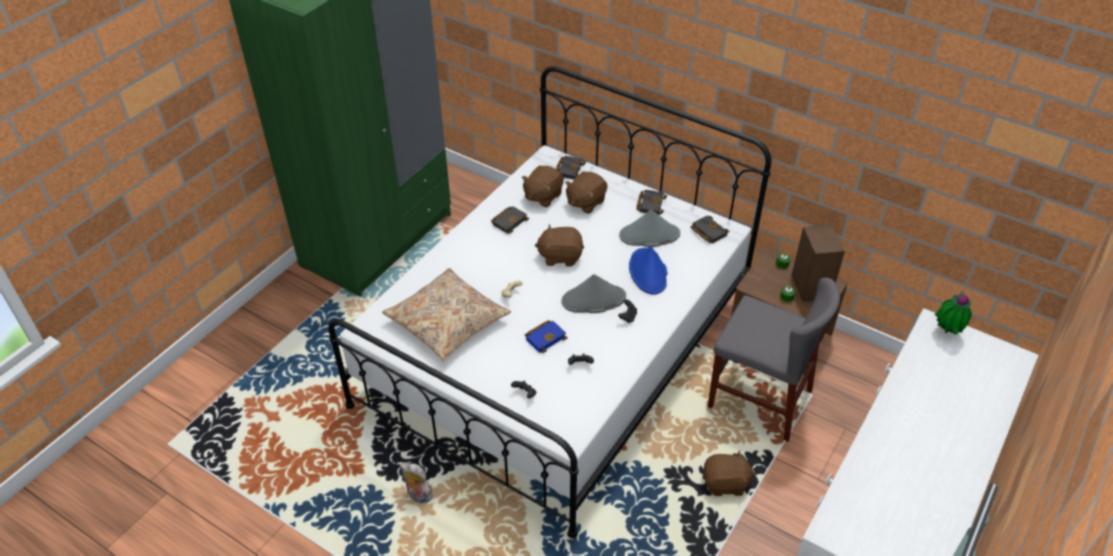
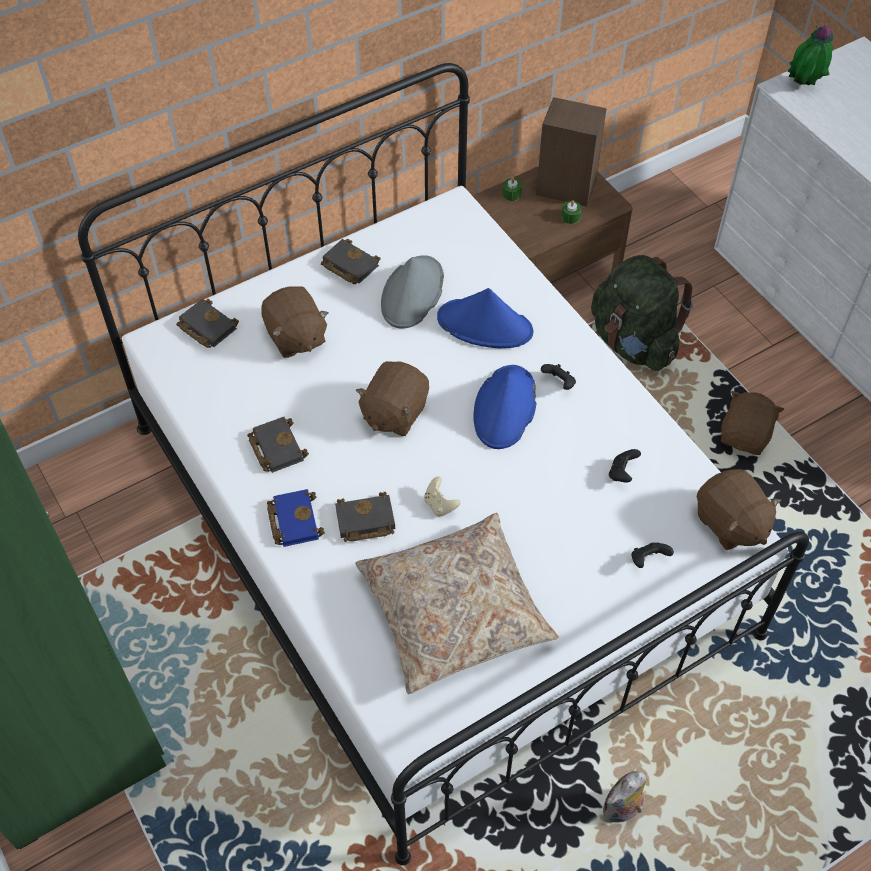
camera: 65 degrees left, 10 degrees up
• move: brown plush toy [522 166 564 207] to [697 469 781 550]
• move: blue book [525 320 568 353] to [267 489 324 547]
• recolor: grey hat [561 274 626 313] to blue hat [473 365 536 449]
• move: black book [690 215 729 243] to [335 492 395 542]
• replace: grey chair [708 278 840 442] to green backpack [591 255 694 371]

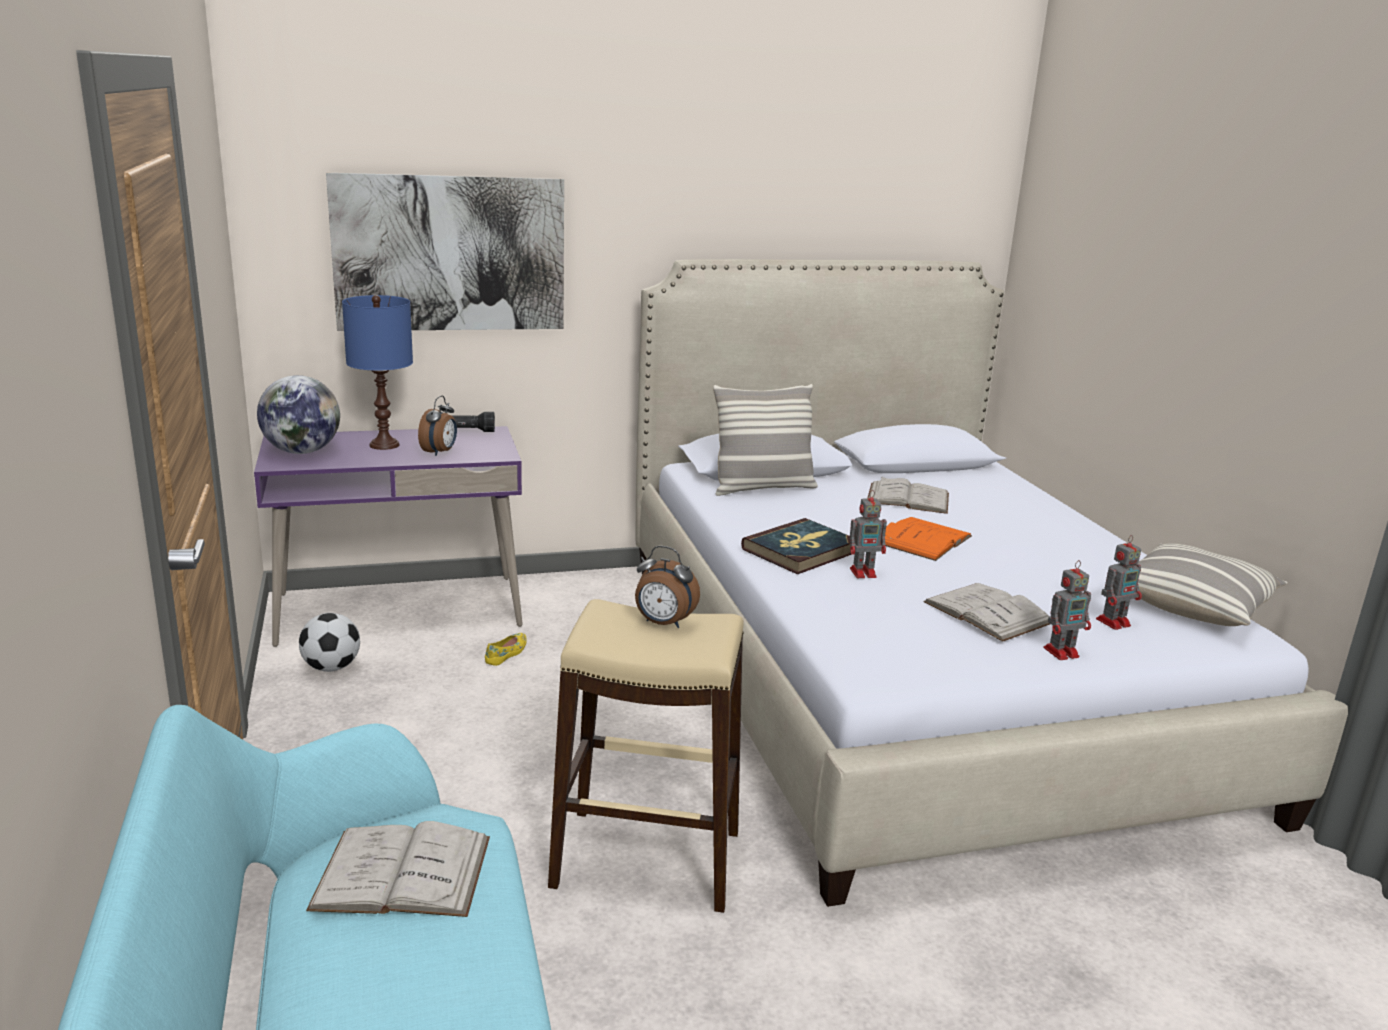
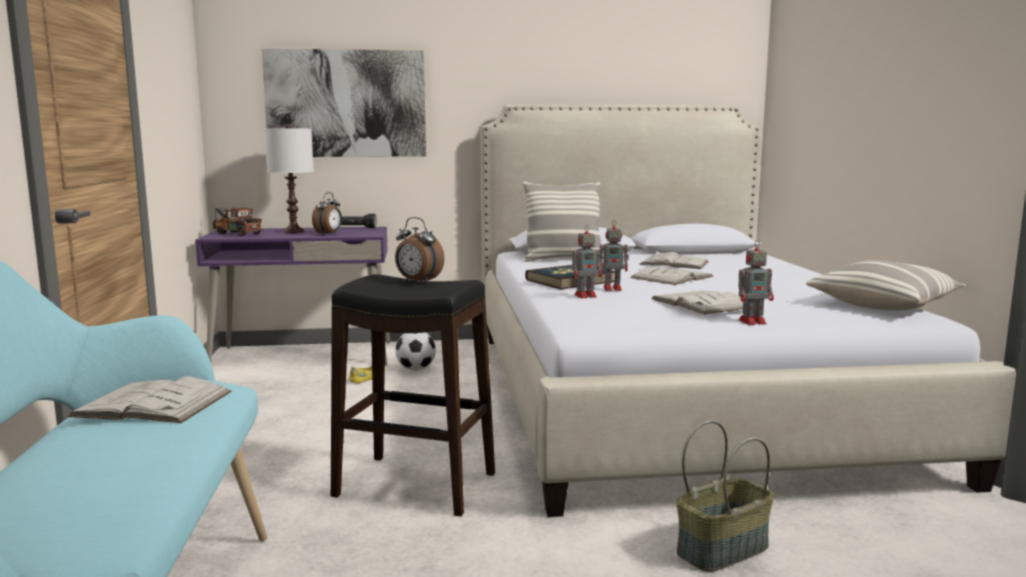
camera: 10 degrees right, 10 degrees down
• replace: globe [257 375 340 454] to toy truck [213 207 262 236]
• move: football [299 613 360 672] to [395 332 436 370]
• recolor: blue table lamp [342 295 413 450] to white table lamp [264 124 314 233]
• recolor: beige stool [548 599 744 913] to black stool [331 274 495 516]
• recolor: orange book [880 517 972 561] to white book [630 266 714 285]
• move: toy robot [1096 535 1142 630] to [572 225 602 298]
• insert: basket [676 420 774 572]

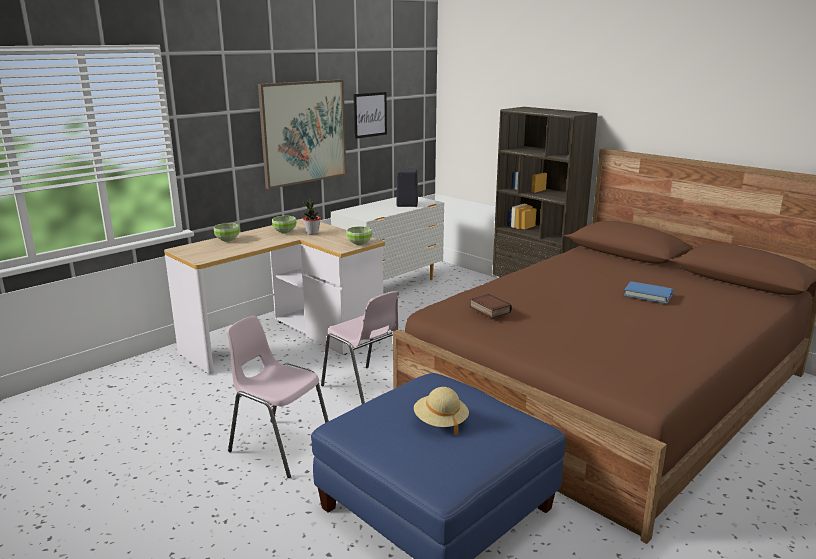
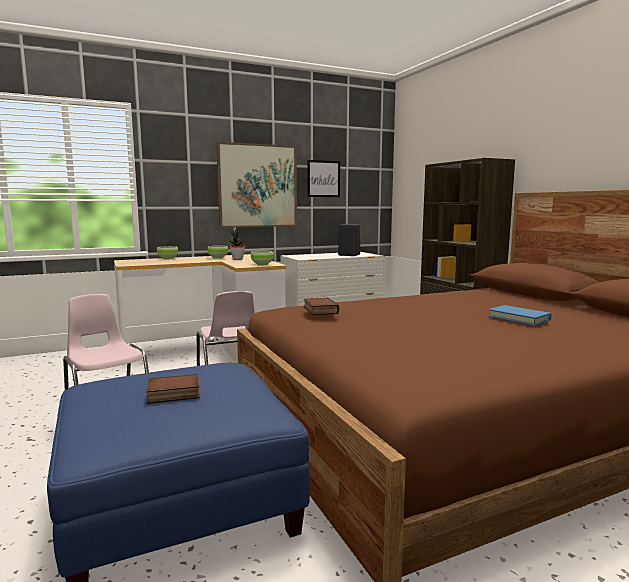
camera: 20 degrees right, 10 degrees down
• replace: beige hat [414 387 469 436] to book [146 374 200 404]

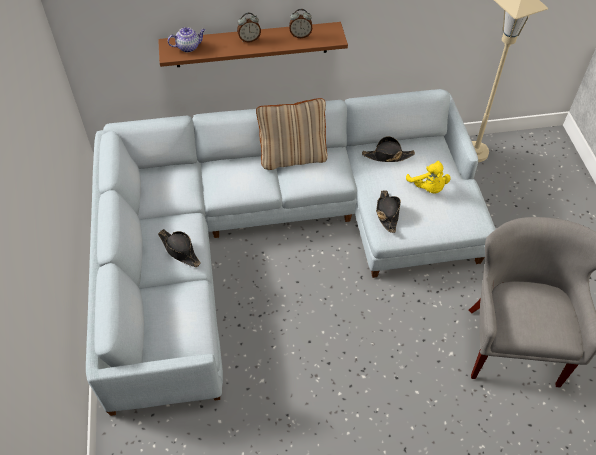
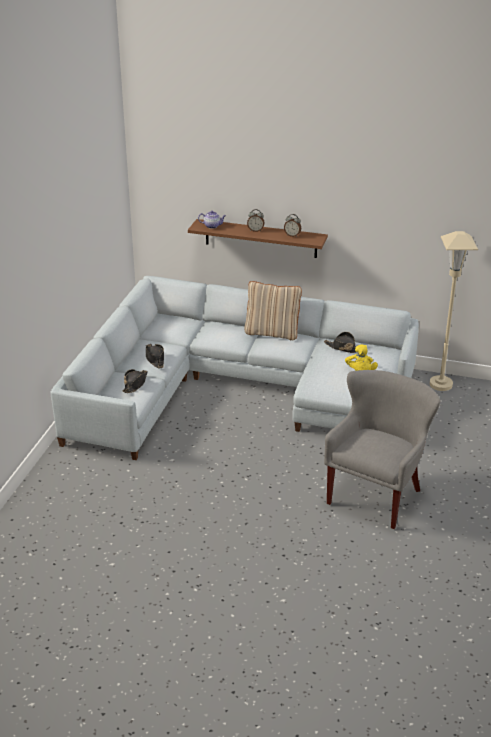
camera: 25 degrees right, 20 degrees down
• move: black hat [376 190 401 233] to [122 369 148 393]

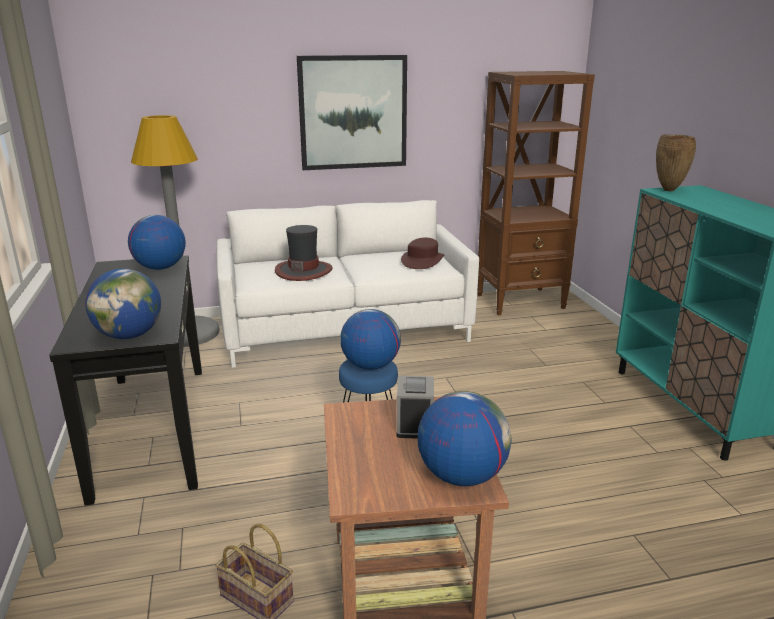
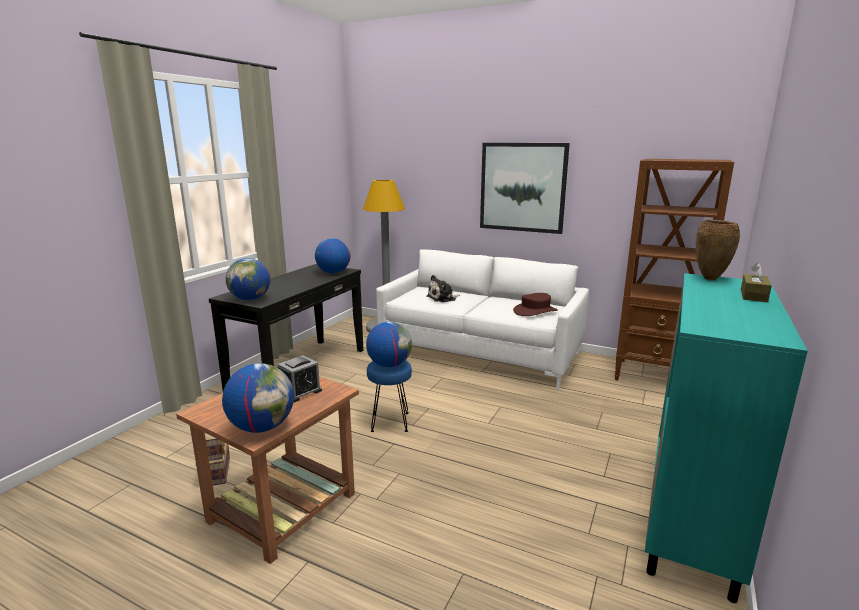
camera: 40 degrees right, 5 degrees down
• replace: hat [275 225 333 281] to plush toy [427 275 460 303]
• insert: brown tissue box [741 263 772 303]

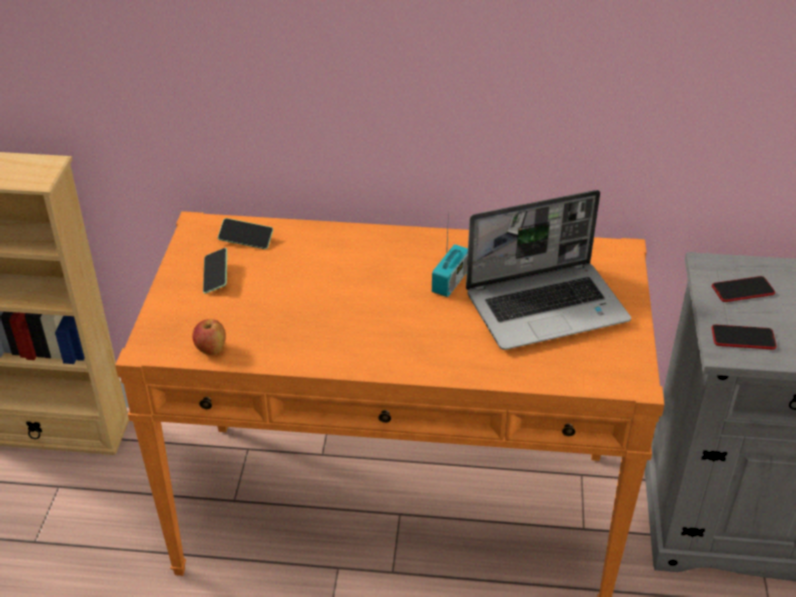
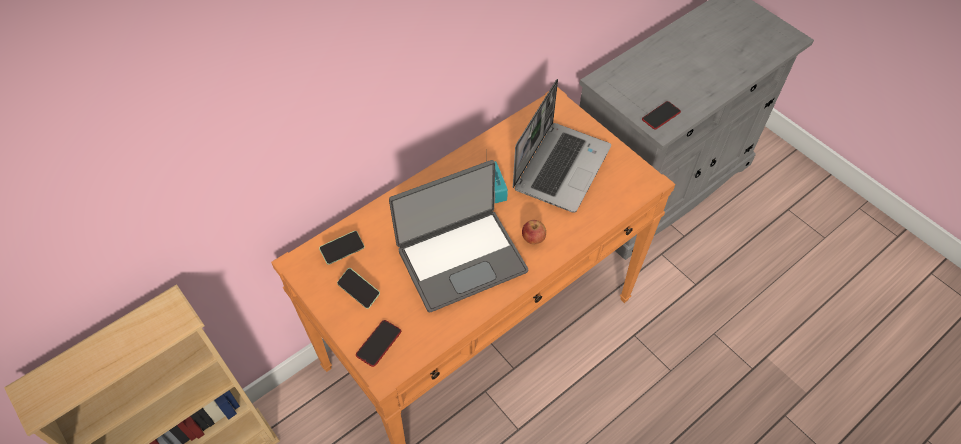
camera: 45 degrees left, 15 degrees up
• move: apple [192 319 226 355] to [522 220 546 244]
• move: phone [712 276 775 302] to [356 320 401 367]
• insert: laptop [389 160 528 312]

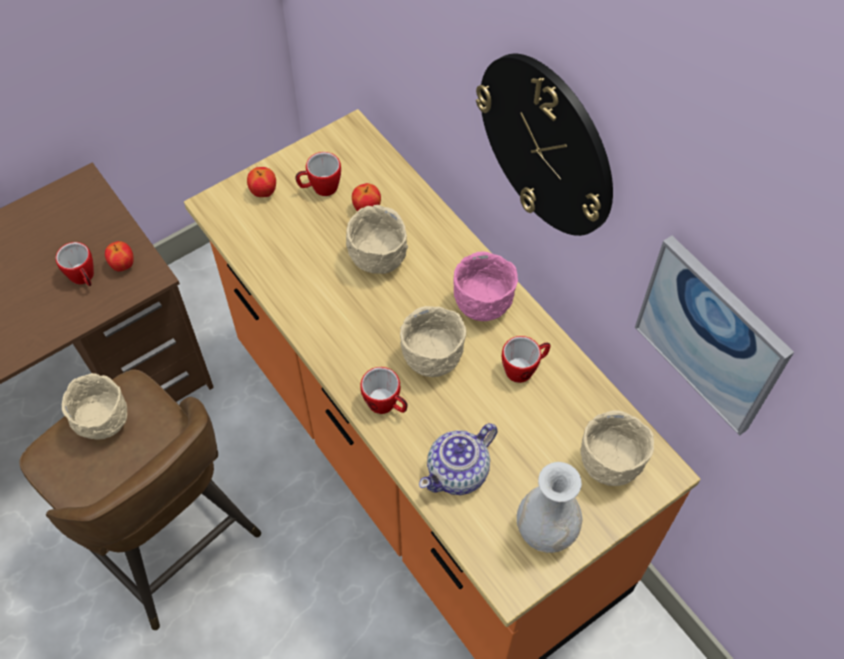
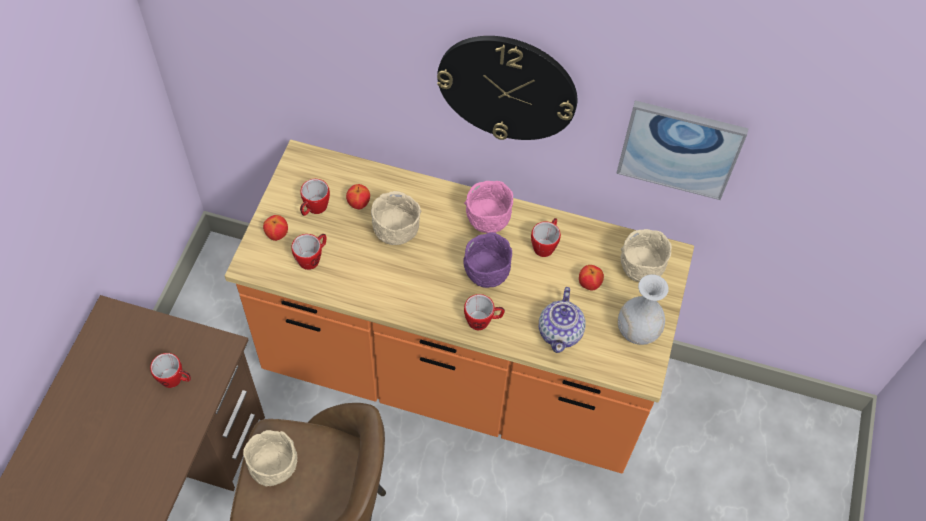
camera: 40 degrees left, 0 degrees up
• move: apple [105 241 134 271] to [579 265 604 291]
• recolor: beige bowl [400 306 466 377] to purple bowl [463 232 512 288]
• insert: mug [292 234 326 270]

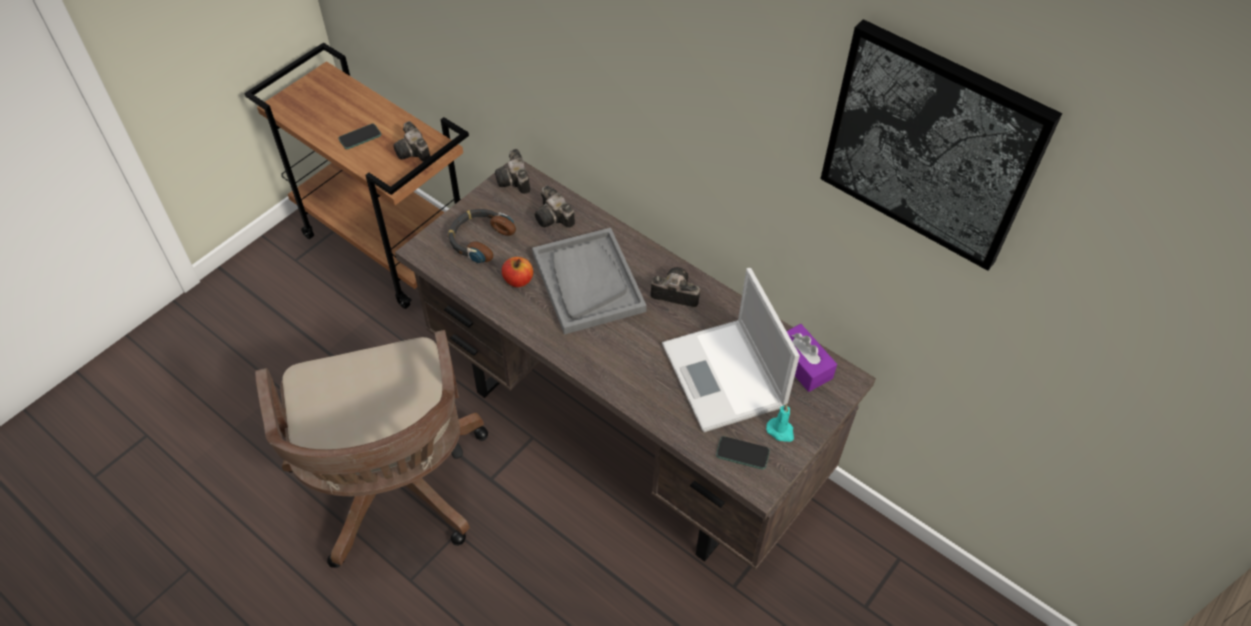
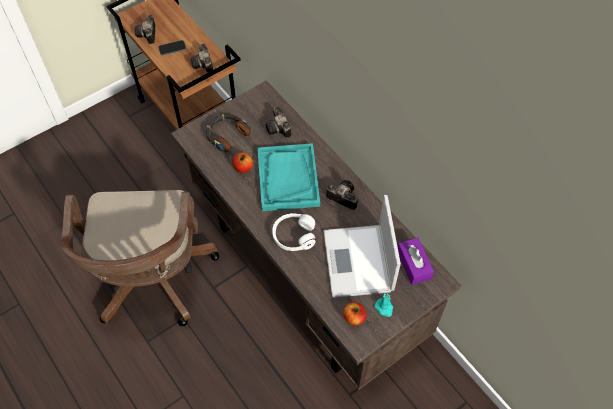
camera: 15 degrees right, 5 degrees up
• move: photo camera [495 149 530 194] to [135 15 156 44]
• recolor: grey tray [532 228 647 335] to turquoise tray [257 143 320 211]
• replace: phone [716 436 770 469] to apple [343 302 367 326]
• delete: picture [820 19 1063 271]
• insert: white headphones [272 213 316 251]

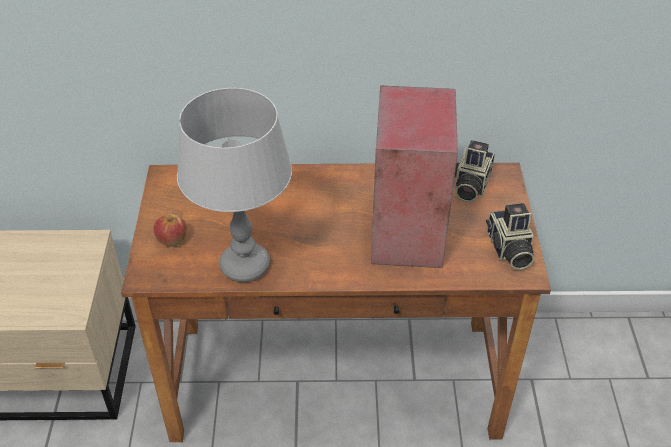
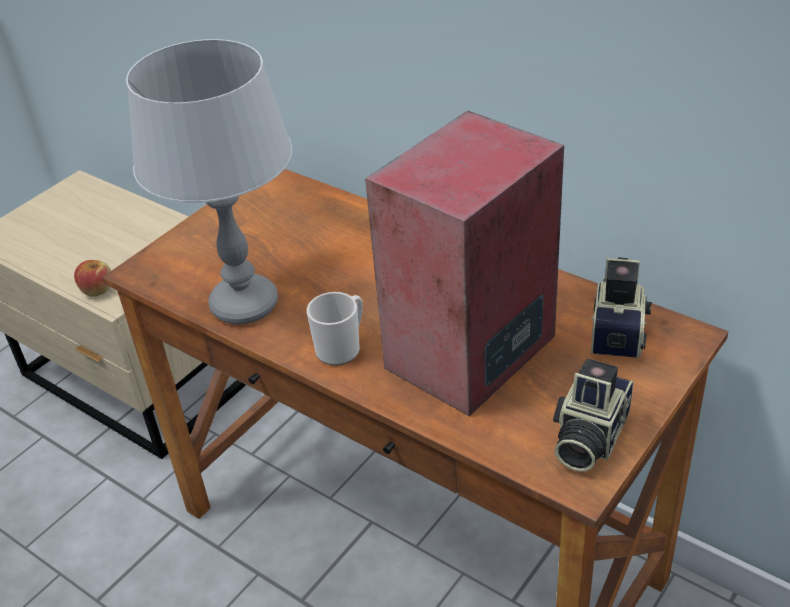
camera: 40 degrees right, 5 degrees down
• move: apple [153 214 187 247] to [74 260 111 297]
• rotate: photo camera [455 140 495 202] = [591 258 652 358] 135 degrees clockwise
• insert: mug [307 292 363 366]

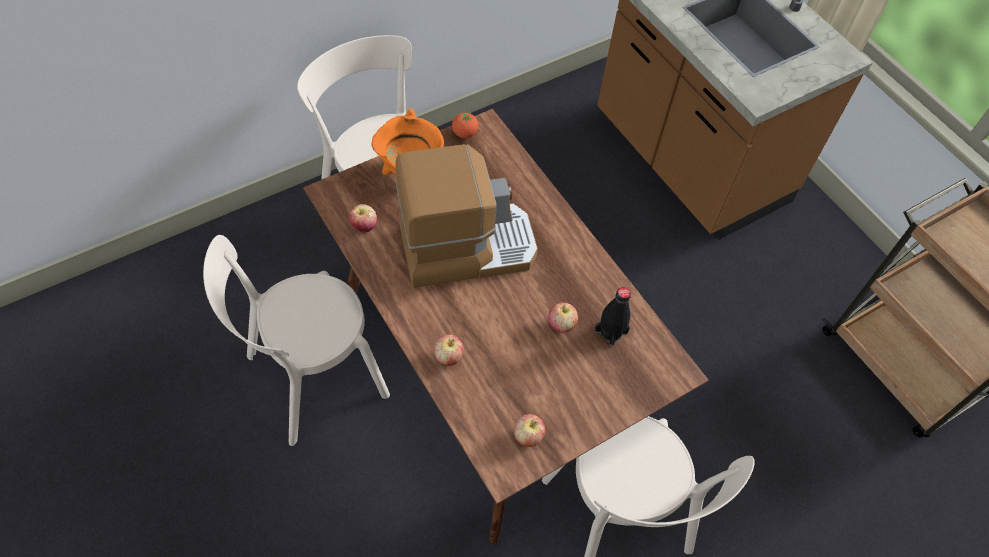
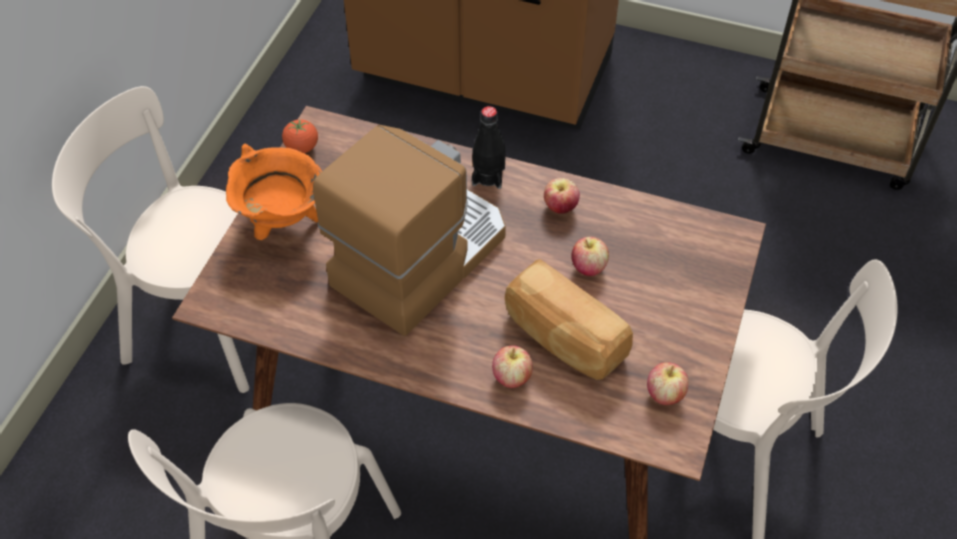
camera: 35 degrees left, 5 degrees down
• move: apple [349 204 377 232] to [544 178 580 214]
• move: black bottle [594 287 631 347] to [472 106 506 189]
• insert: bread [505 259 633 380]

